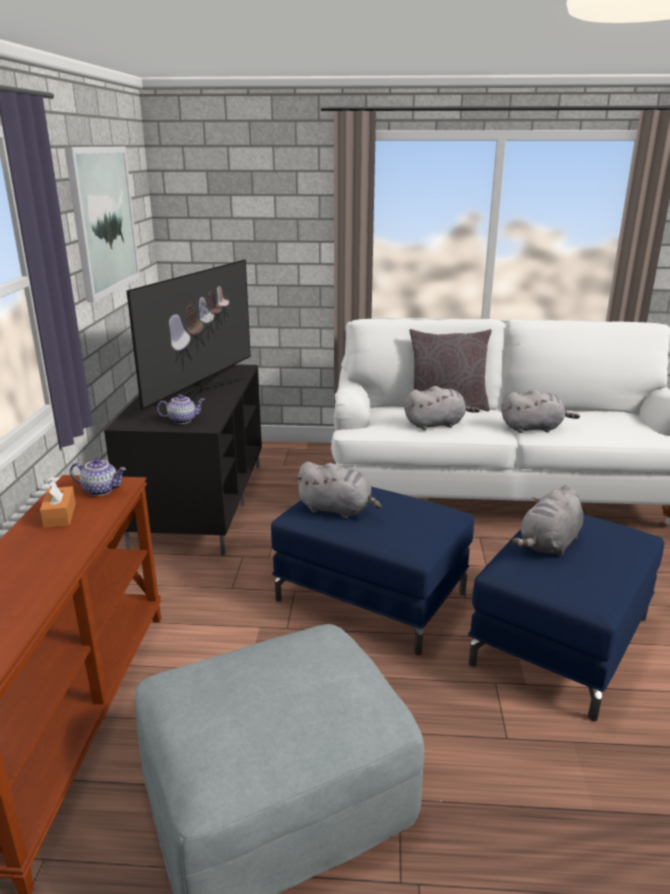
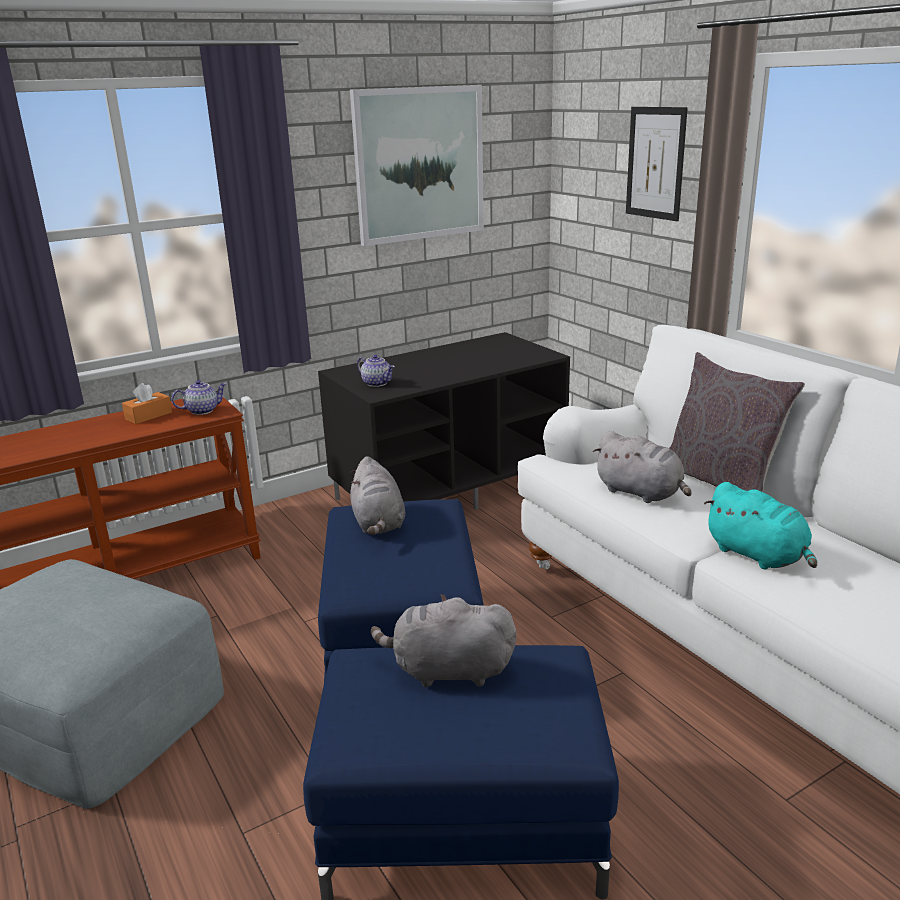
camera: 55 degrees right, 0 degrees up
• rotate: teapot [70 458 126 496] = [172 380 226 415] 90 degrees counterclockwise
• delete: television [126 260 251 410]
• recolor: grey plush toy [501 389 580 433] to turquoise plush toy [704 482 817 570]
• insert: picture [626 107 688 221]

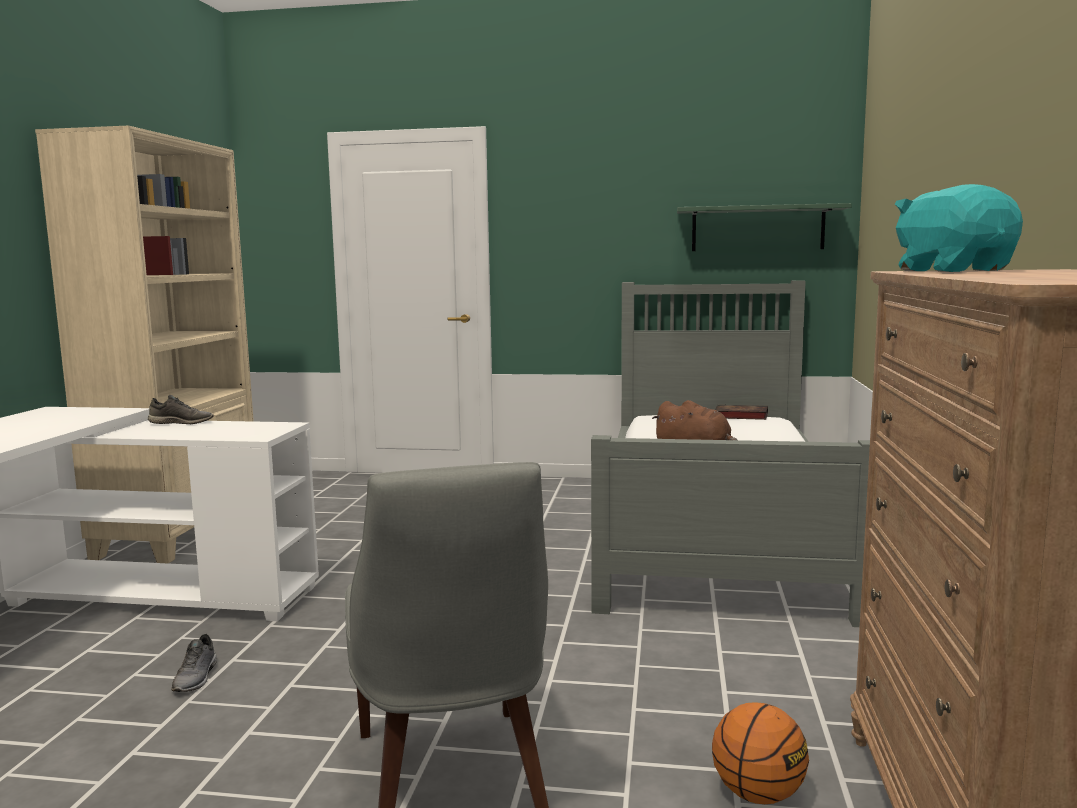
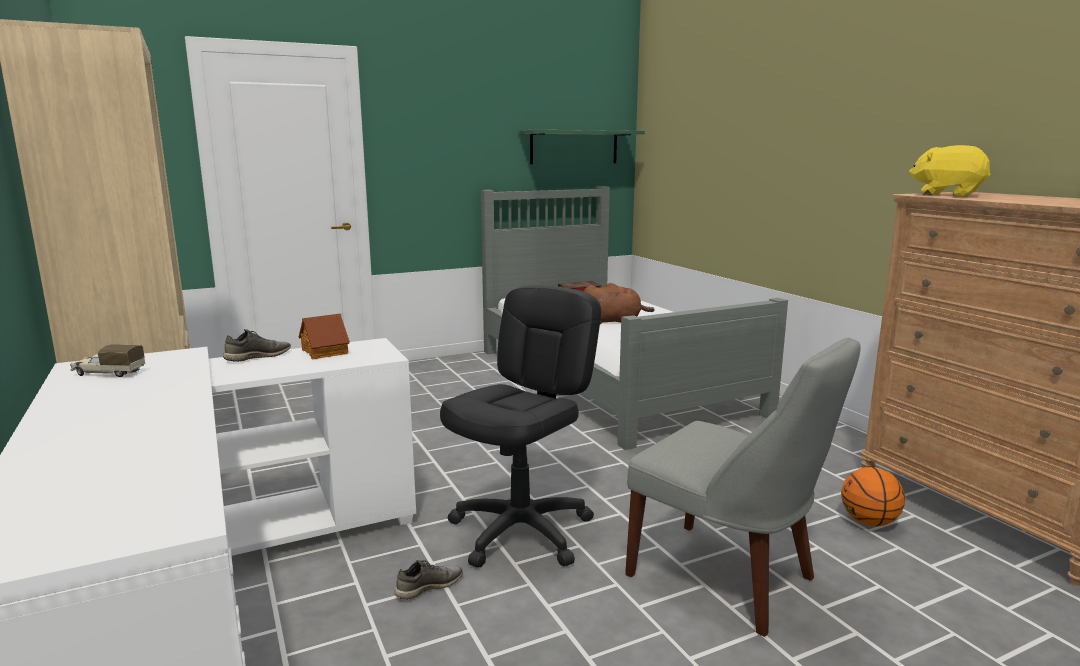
camera: 35 degrees left, 5 degrees up
• rotate: grey shoe [171 634 217 692] = [394 560 463 599] 90 degrees counterclockwise
• recolor: turquoise plush toy [895 184 1023 272] to yellow plush toy [909 145 991 197]
• insert: toy truck [70 345 145 377]
• insert: toy house [299 313 350 359]
• insert: black office chair [440 285 601 567]

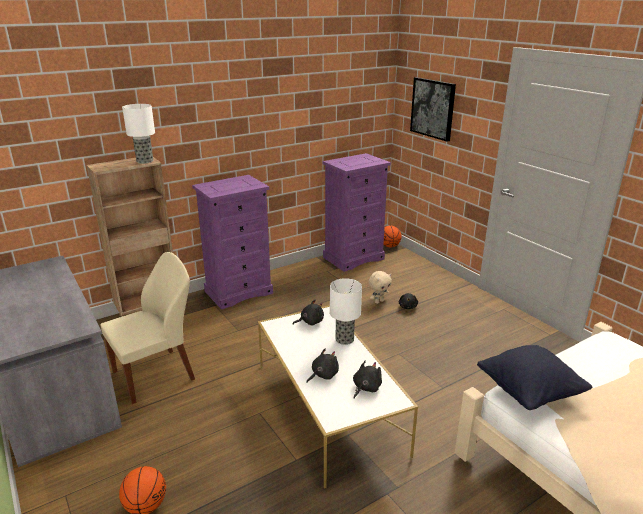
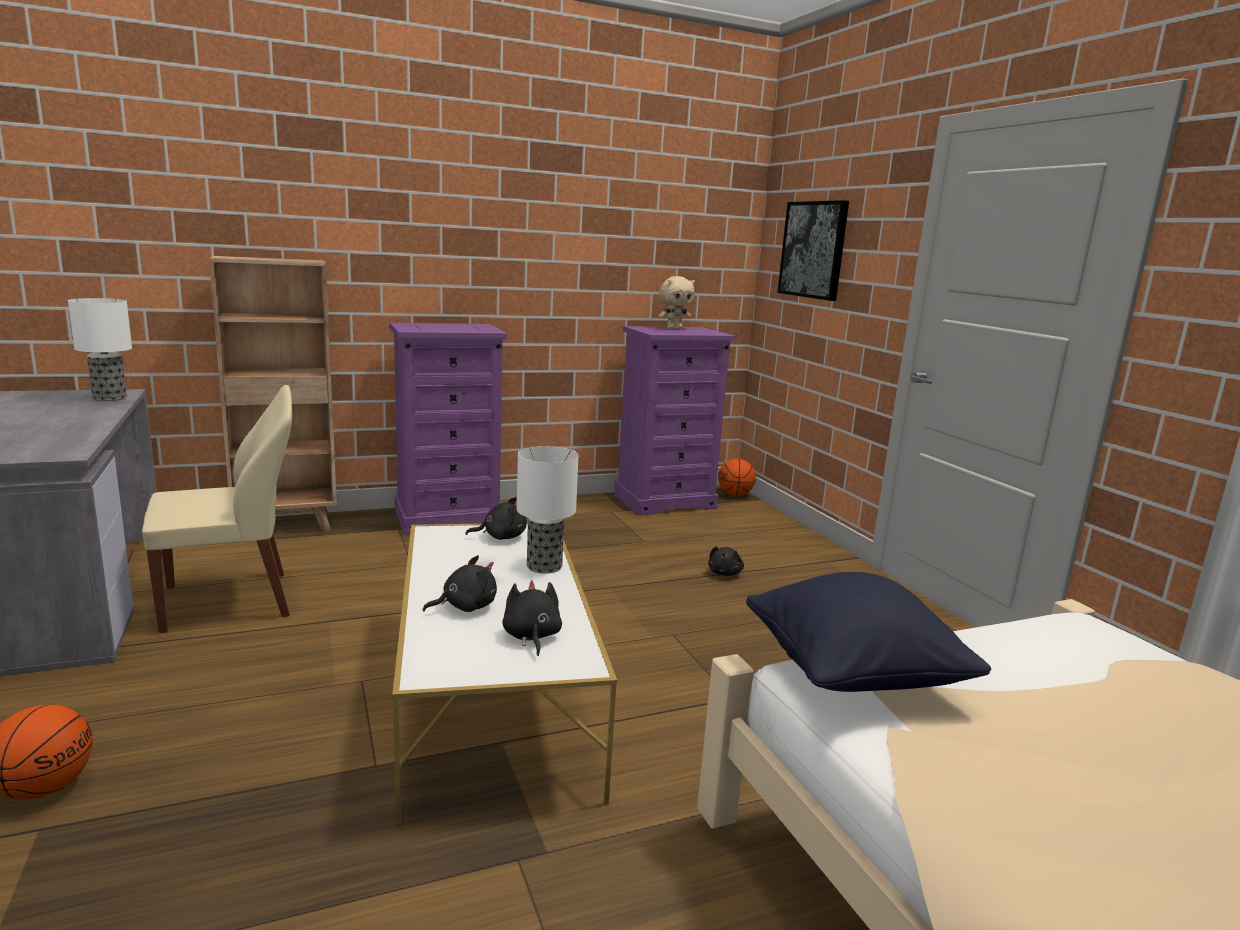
camera: 10 degrees right, 10 degrees down
• move: table lamp [122 104 155 164] to [68 298 132 401]
• rotate: black plush toy [353 361 382 399] = [502 580 562 656] 60 degrees counterclockwise
• move: beige plush toy [369 271 392 304] to [659 276 695 329]

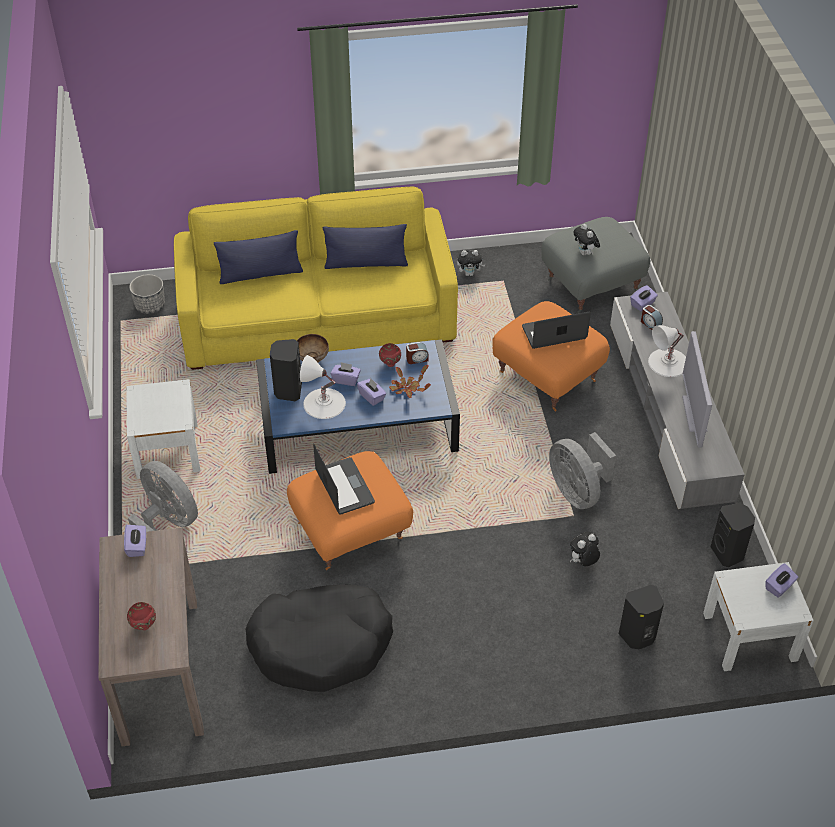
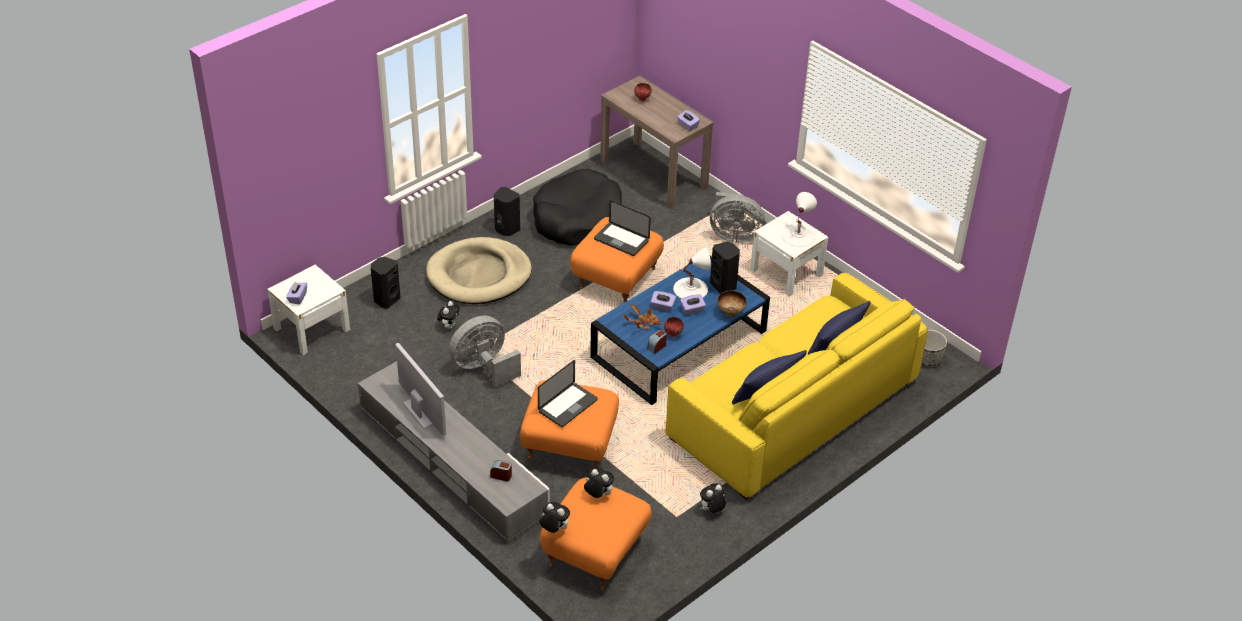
camera: 145 degrees right, 5 degrees down
• recolor: grey ottoman [541 217 650 313] to orange ottoman [540 477 652 590]
• rotate: grey fan [549 432 616 509] = [449 316 521 387] 60 degrees counterclockwise
• delete: purple tissue box [630 285 658 311]
• move: white table lamp [648 325 686 377] to [781 192 817 247]
• move: black speaker [711 503 755 567] to [494 187 520 236]
• insert: beige dog bed [426 237 532 304]
• insert: plush toy [539 502 570 533]

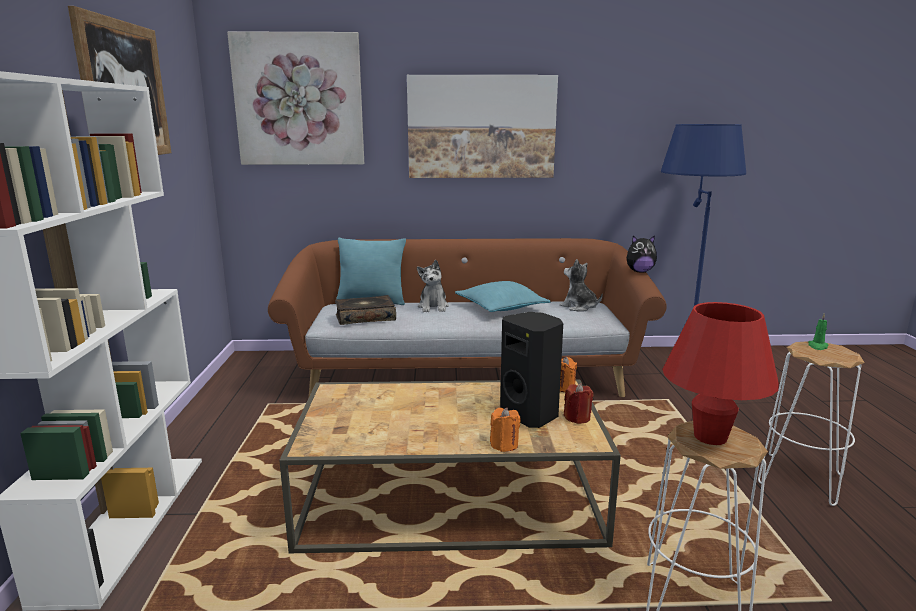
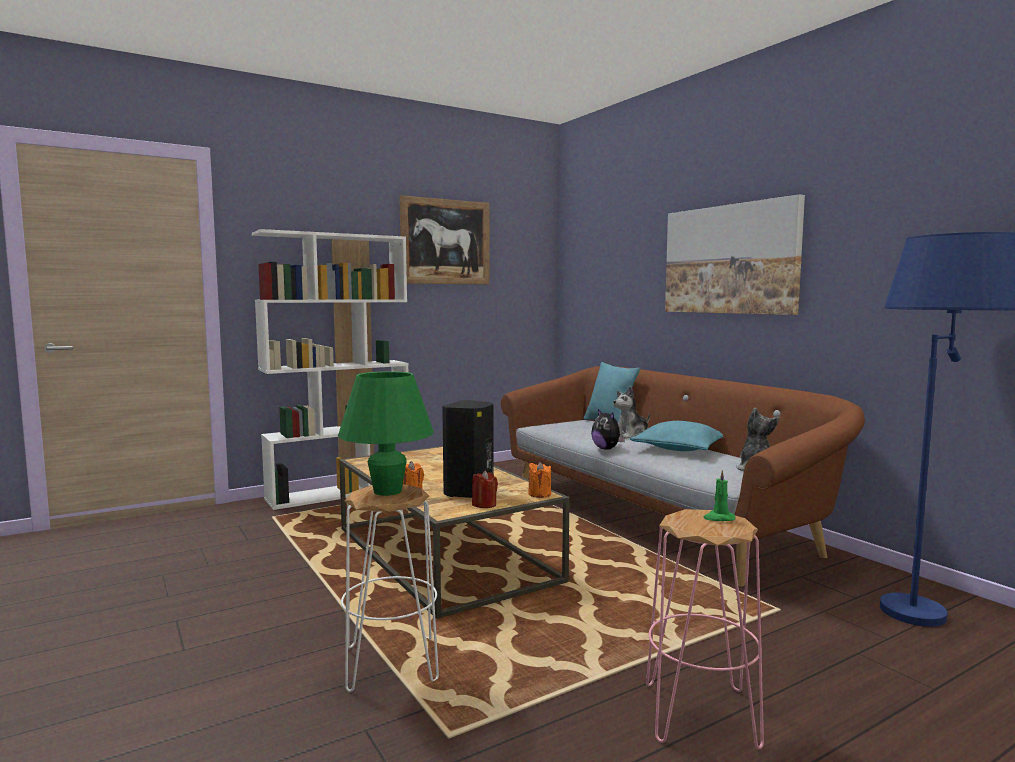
camera: 60 degrees right, 10 degrees down
• delete: picture [227 31 364 165]
• delete: book [335 295 396 325]
• move: plush toy [627 236 657 273] to [591 409 625 450]
• recolor: red table lamp [662 302 779 445] to green table lamp [338 371 434 496]
• recolor: white stool [758 341 865 506] to pink stool [646 509 764 749]

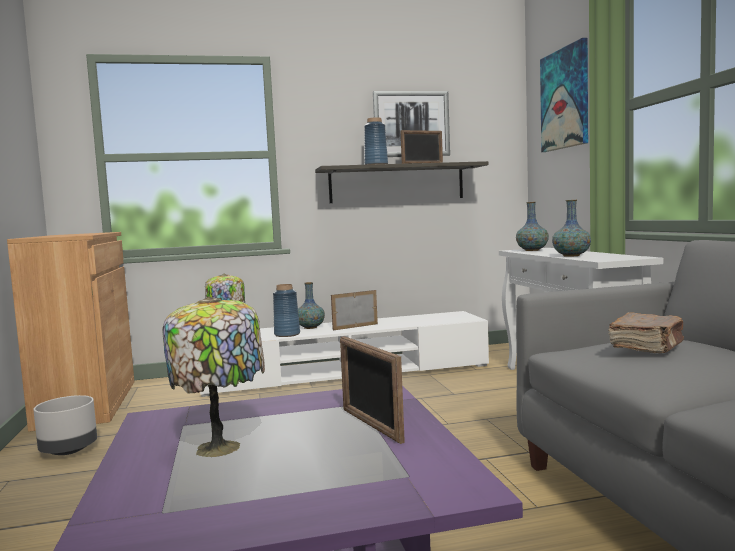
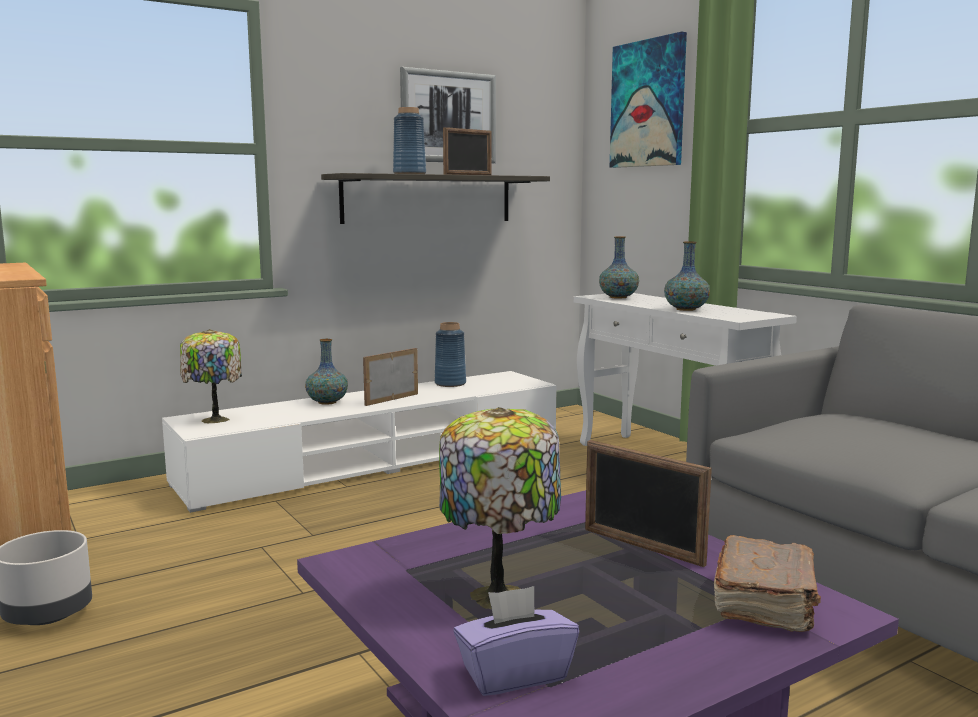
camera: 20 degrees left, 5 degrees up
• move: blue vase [273 284 300 337] to [435 322 466 387]
• move: brown book [608 312 684 353] to [714 535 821 632]
• insert: purple tissue box [453 586 579 696]

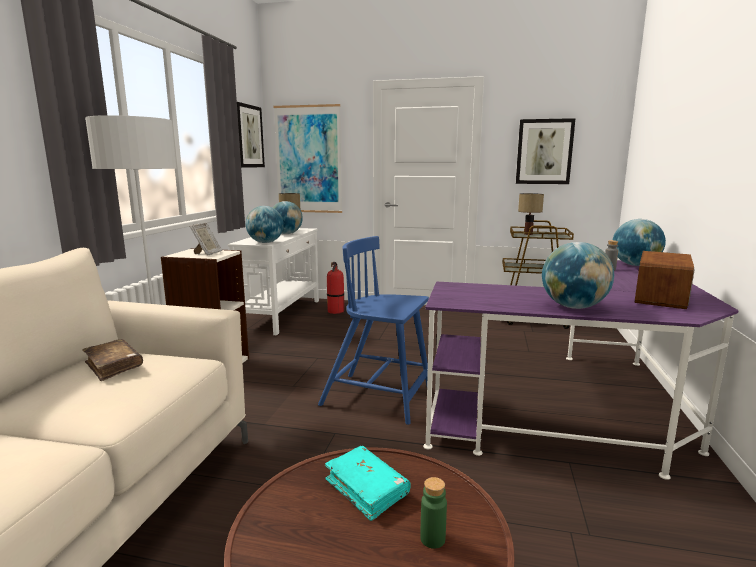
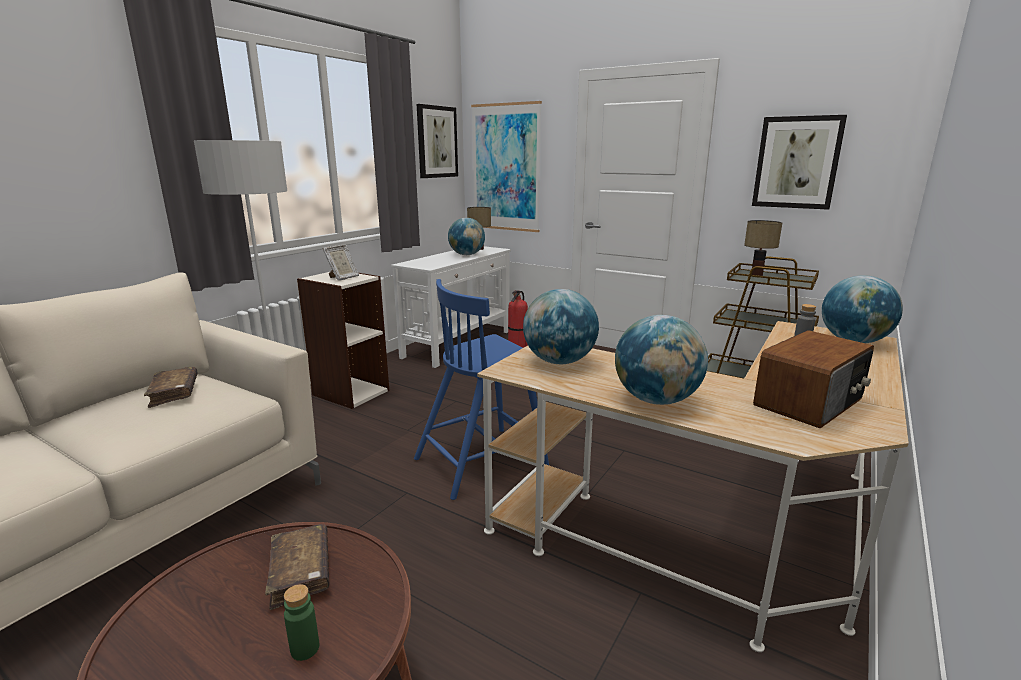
camera: 20 degrees right, 5 degrees up
• move: globe [246 206 284 243] to [523 289 599 364]
• rotate: blue chair [318 236 429 425] = [414 279 549 500] 75 degrees counterclockwise
• recolor: turquoise book [325 446 411 521] to brown book [265 524 329 610]
• recolor: purple desk [423 260 739 480] to beige desk [477 321 909 652]

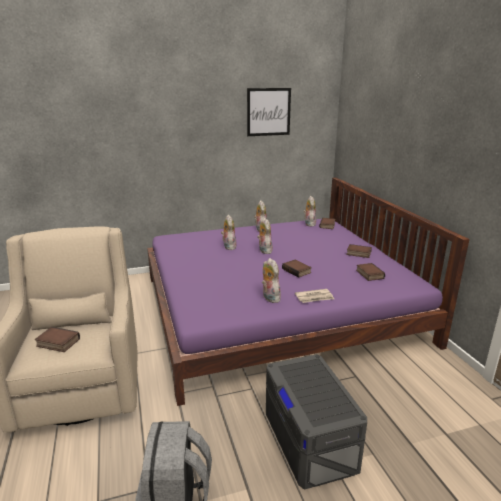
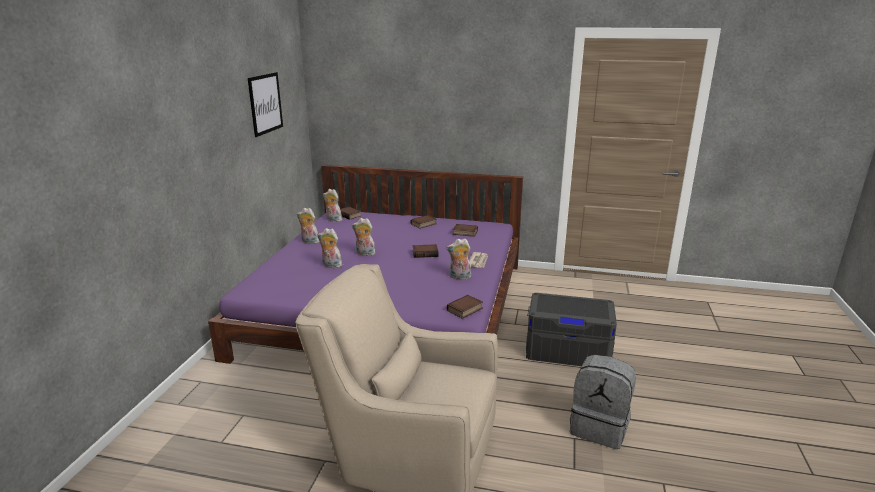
camera: 60 degrees left, 0 degrees up
• move: book [35 327 80 352] to [447 295 483 319]

